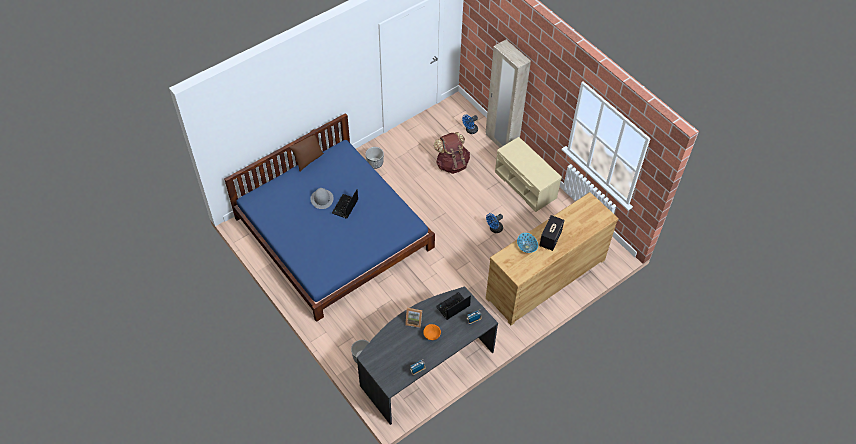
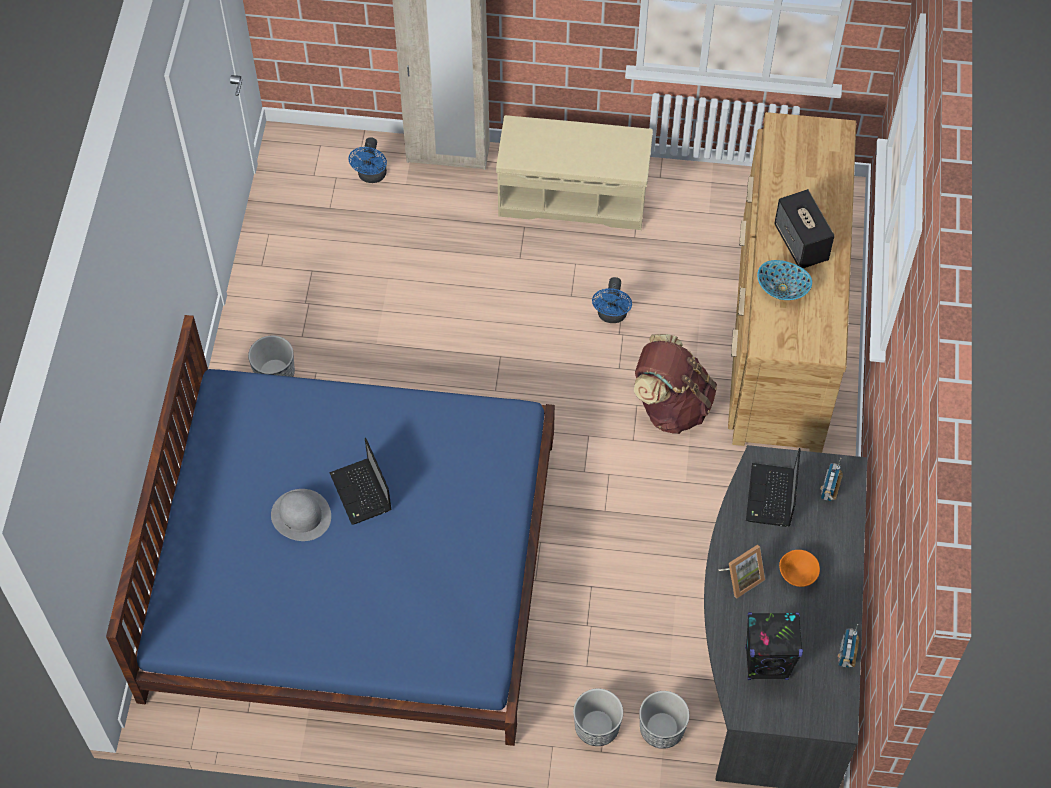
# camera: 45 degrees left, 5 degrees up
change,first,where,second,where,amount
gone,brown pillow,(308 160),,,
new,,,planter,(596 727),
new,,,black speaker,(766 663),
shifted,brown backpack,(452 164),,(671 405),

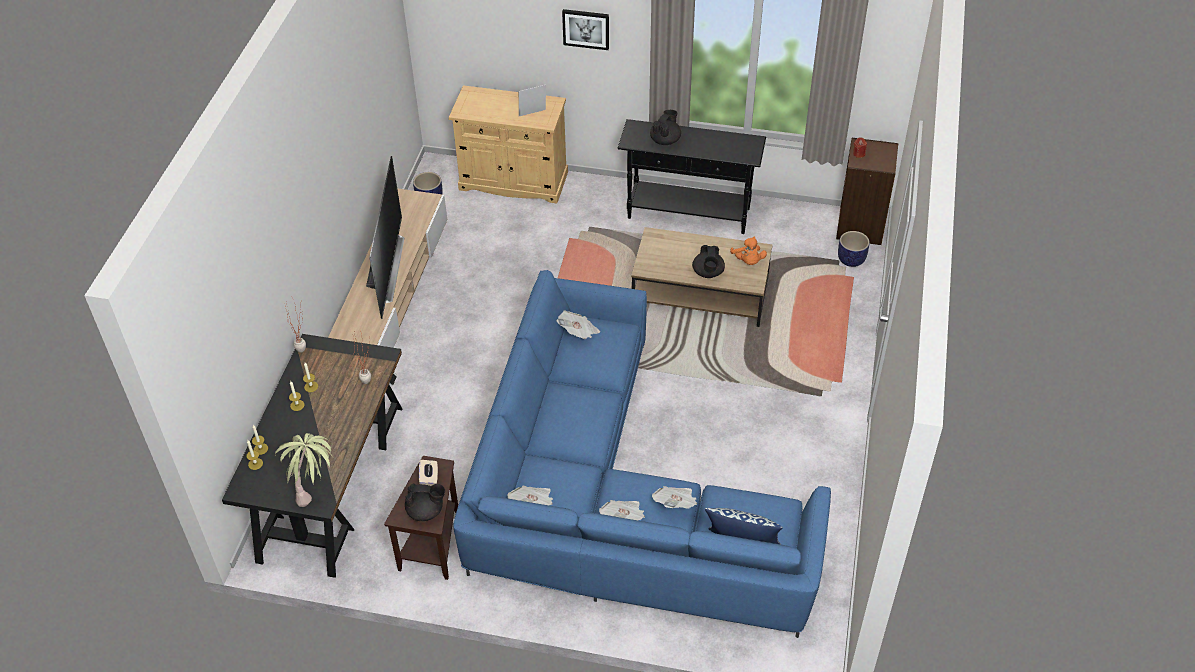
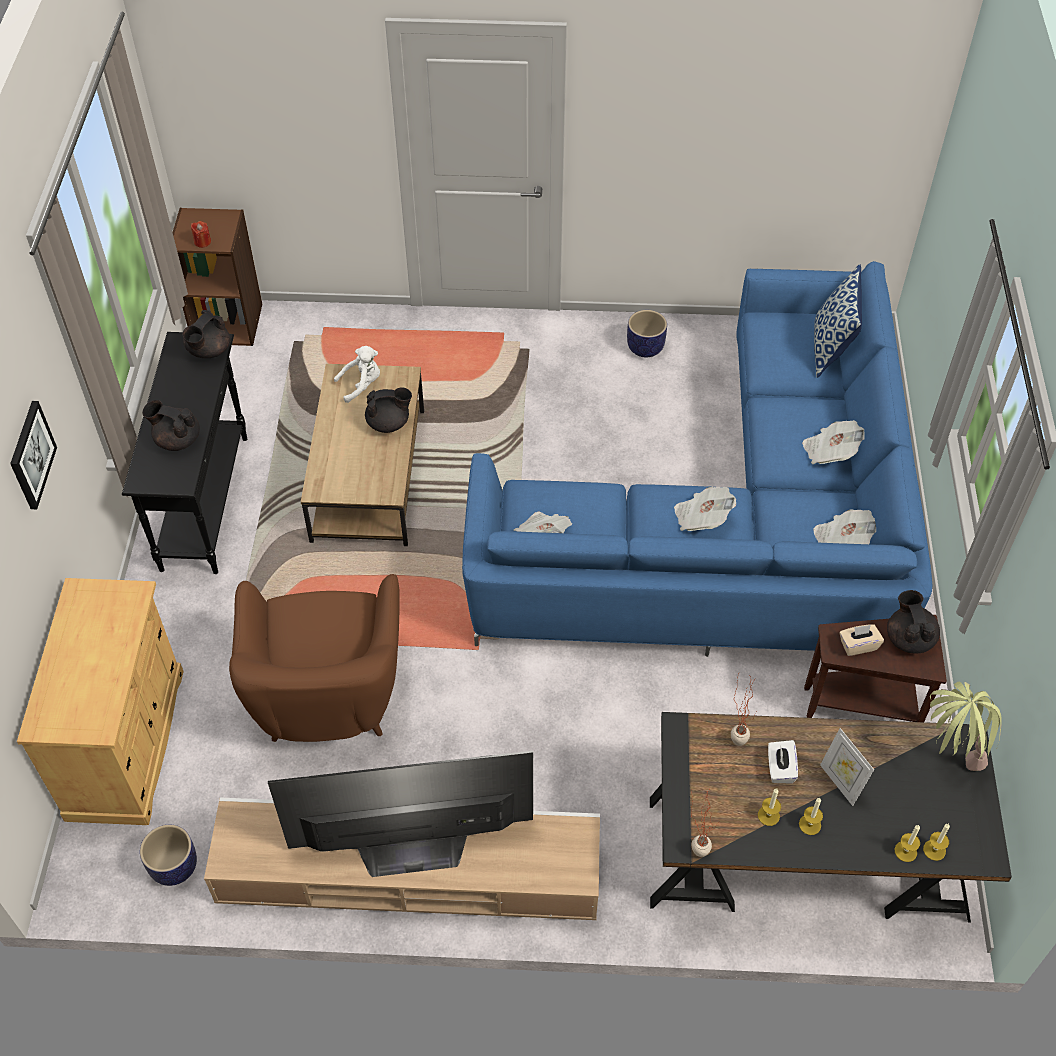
# camera: 100 degrees left, 5 degrees up
change,first,where,second,where,amount
new,,,black teapot,(208 351),
new,,,brown armchair,(328 697),
new,,,white tissue box,(780 768),
shifted,picture frame,(533 114),,(840 782),
shifted,newspaper,(675 504),,(702 518),
shifted,planter,(851 260),,(645 348),
repainted,orange plush toy,(748 261),white plush toy,(361 385),

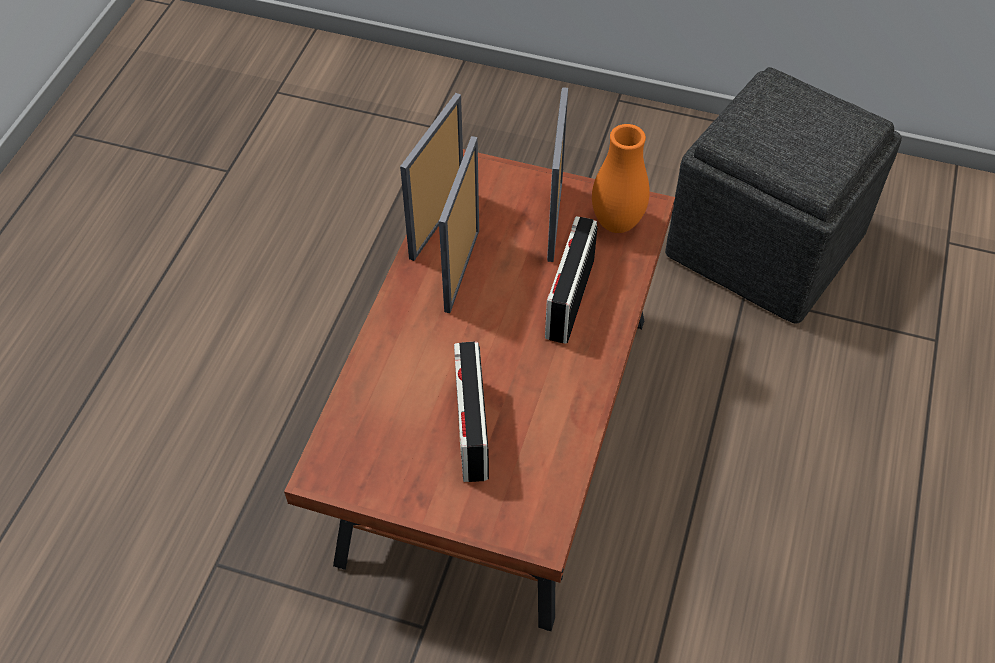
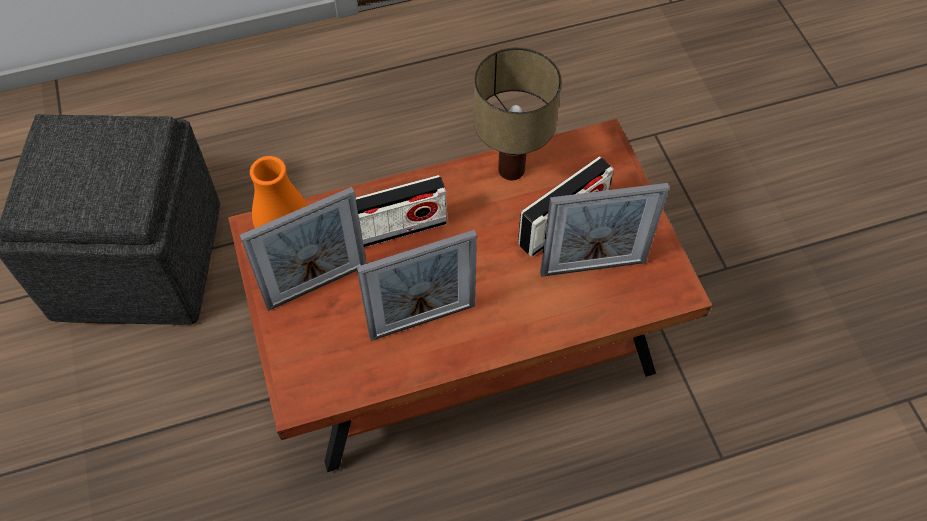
# camera: 125 degrees left, 5 degrees up
change,first,where,second,where,amount
new,,,table lamp,(511 171),
shifted,picture frame,(437 223),,(593 267),

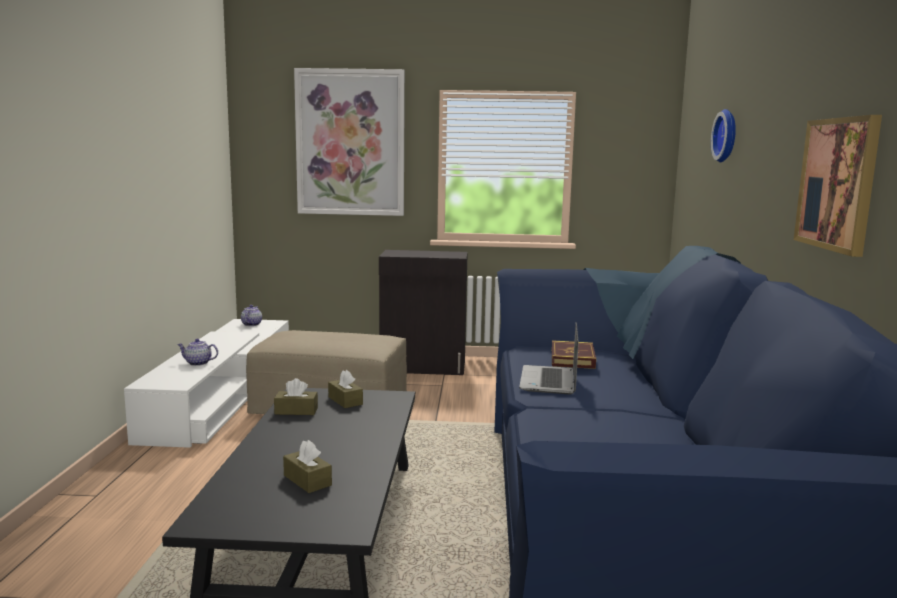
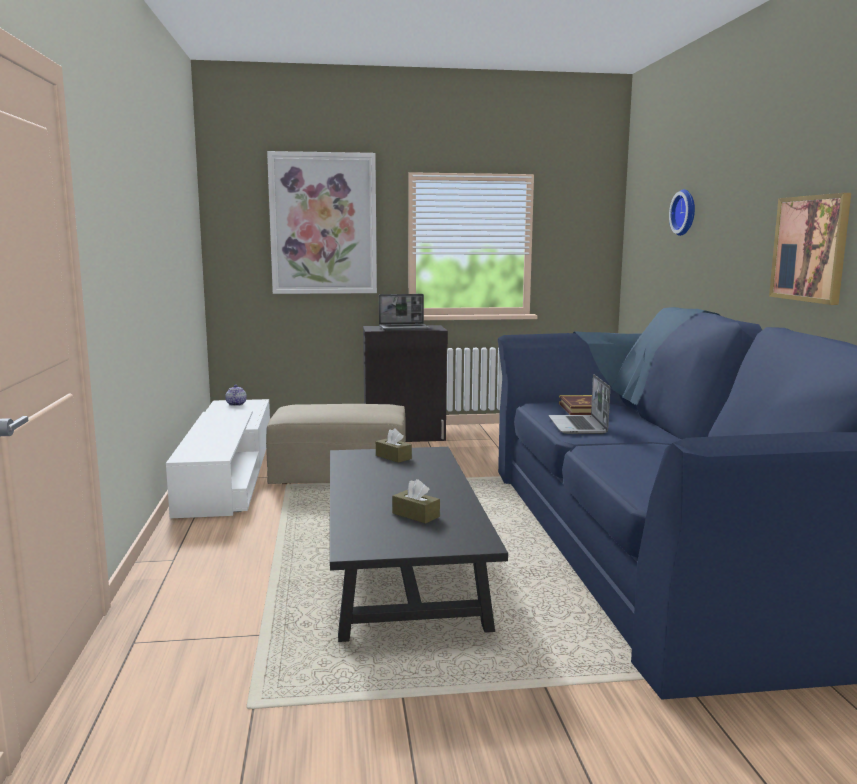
# camera: 10 degrees left, 0 degrees up
change,first,where,second,where,amount
gone,teapot,(197 363),,,
gone,brown tissue box,(296 411),,,
new,,,laptop,(404 328),

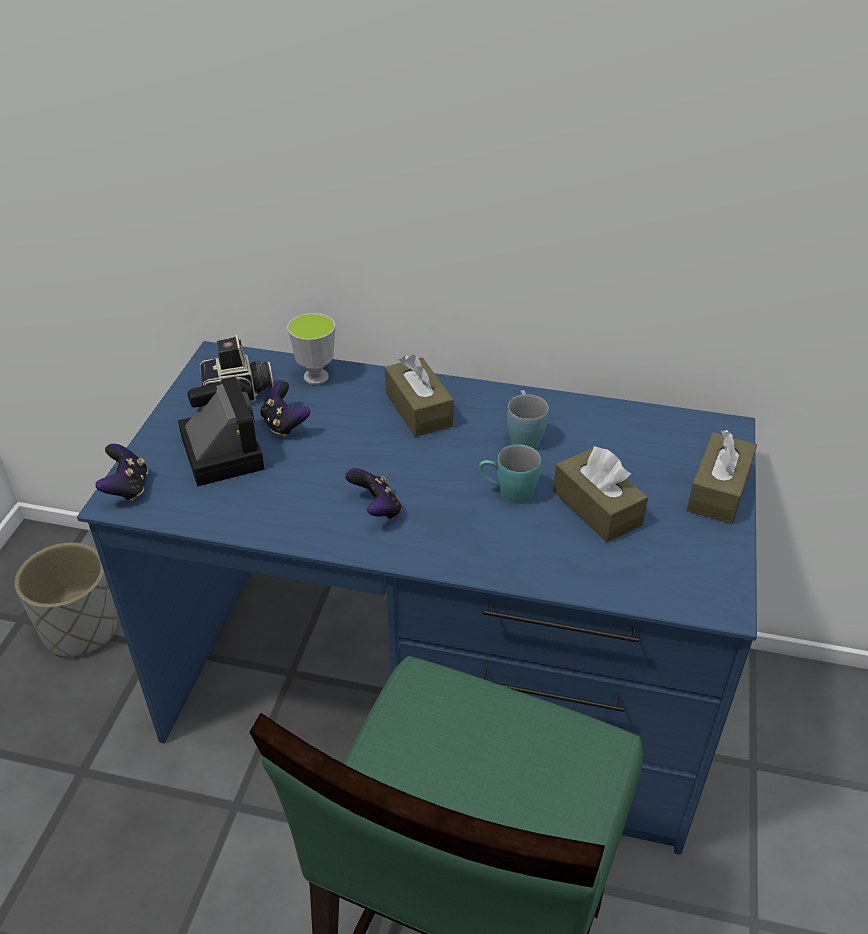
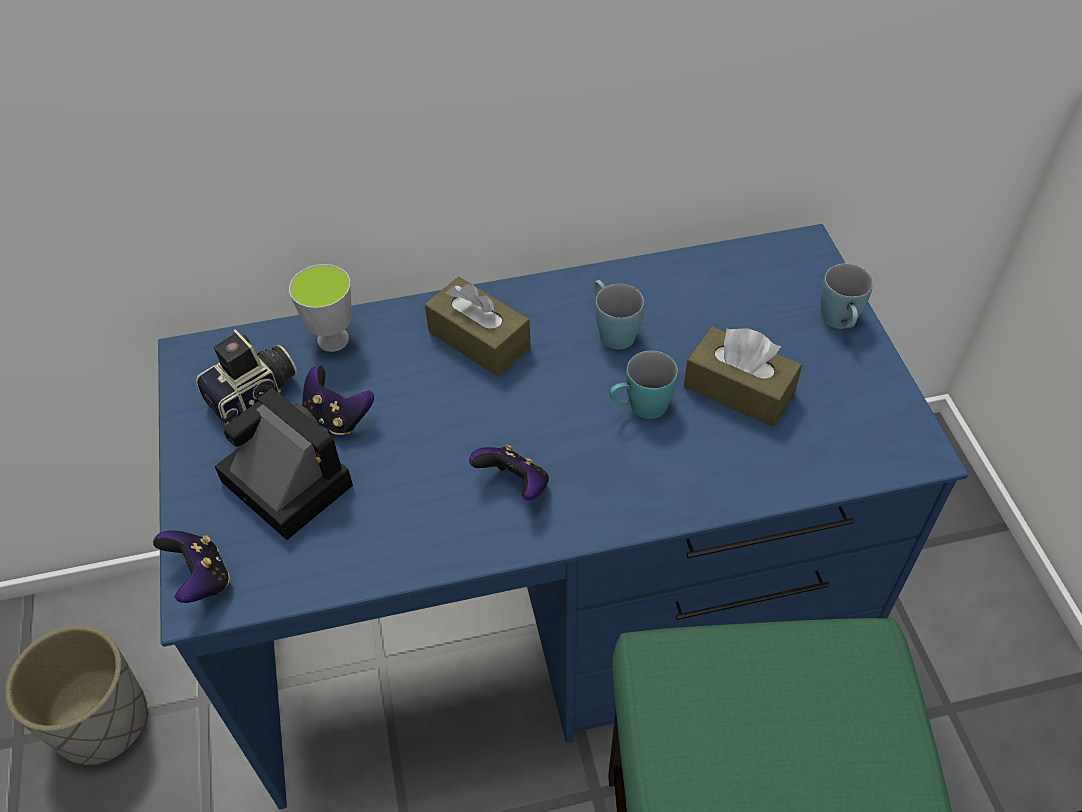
# camera: 25 degrees left, 10 degrees up
change,first,where,second,where,amount
swapped,brown tissue box,(718 491),blue mug,(840 323),

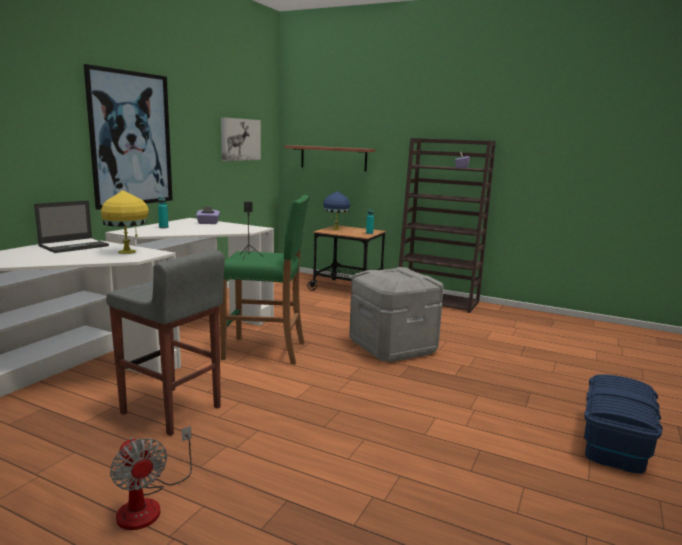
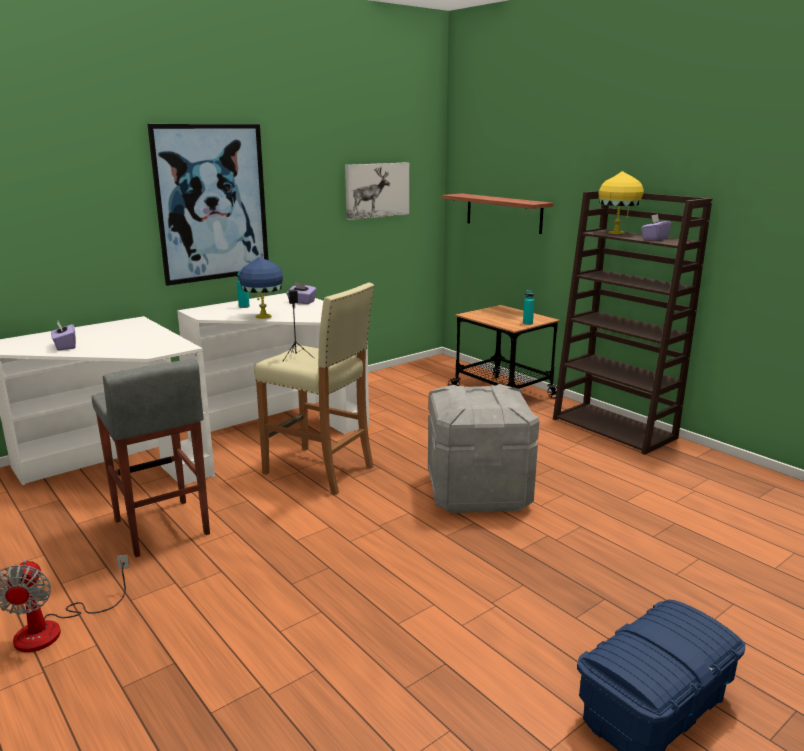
# camera: 25 degrees right, 5 degrees up
change,first,where,second,where,amount
gone,laptop,(74 246),,,
new,,,purple tissue box,(65 346),
shifted,yellow table lamp,(127 252),,(617 233),
shifted,blue table lamp,(336 228),,(264 316),
repainted,green stool,(265 351),beige stool,(319 470),

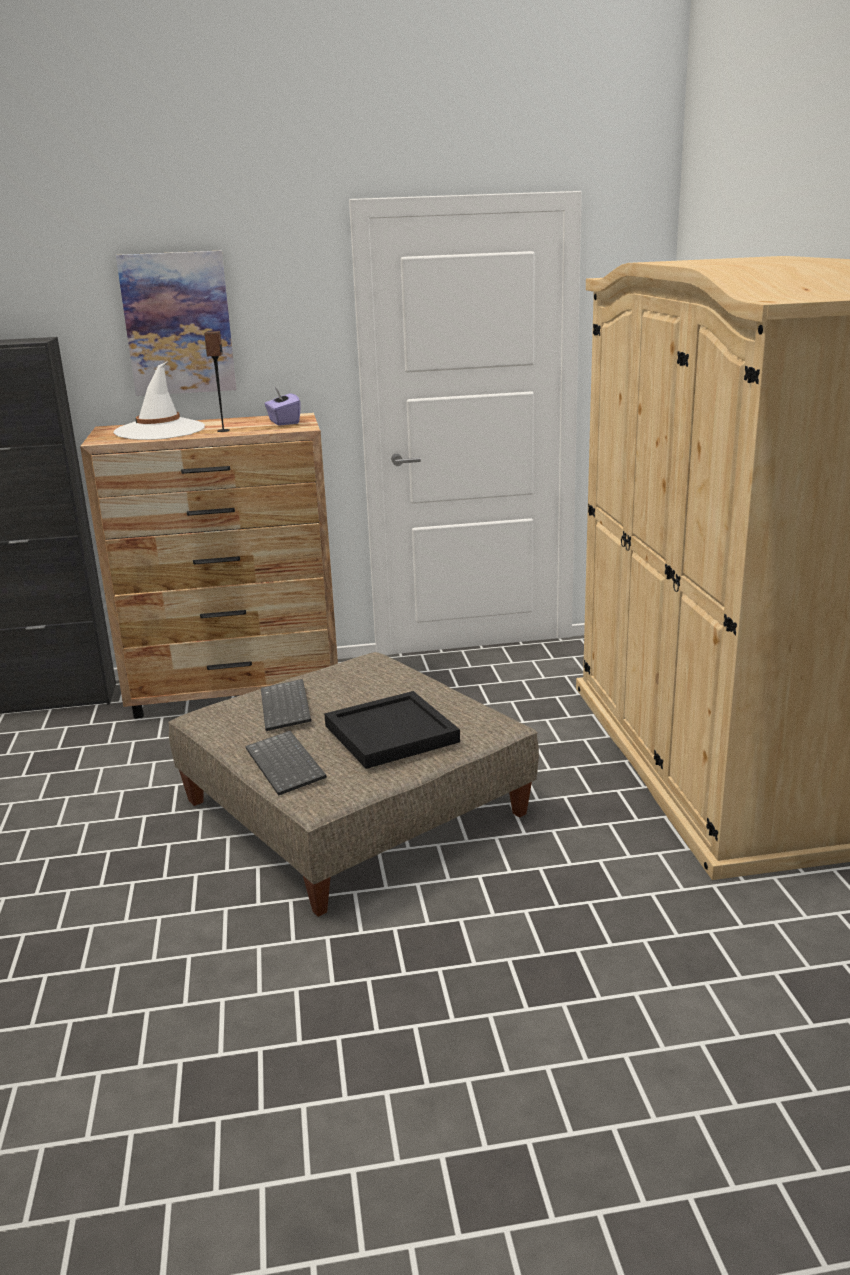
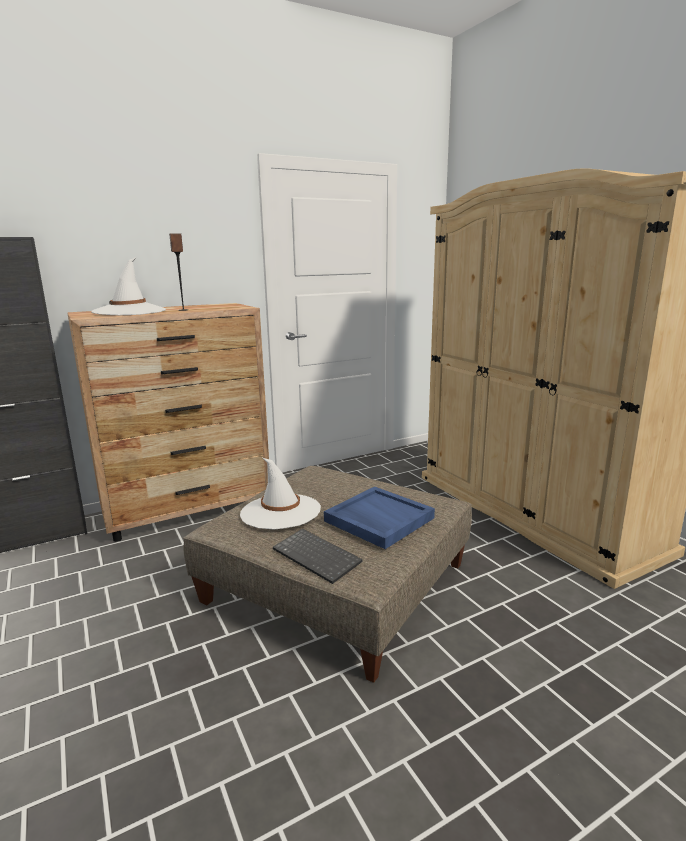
# camera: 20 degrees left, 5 degrees down
change,first,where,second,where,amount
gone,picture,(178 324),,,
gone,purple tissue box,(283 422),,,
swapped,keyboard,(287 707),white hat,(280 512),
repainted,black tray,(390 733),blue tray,(378 519),

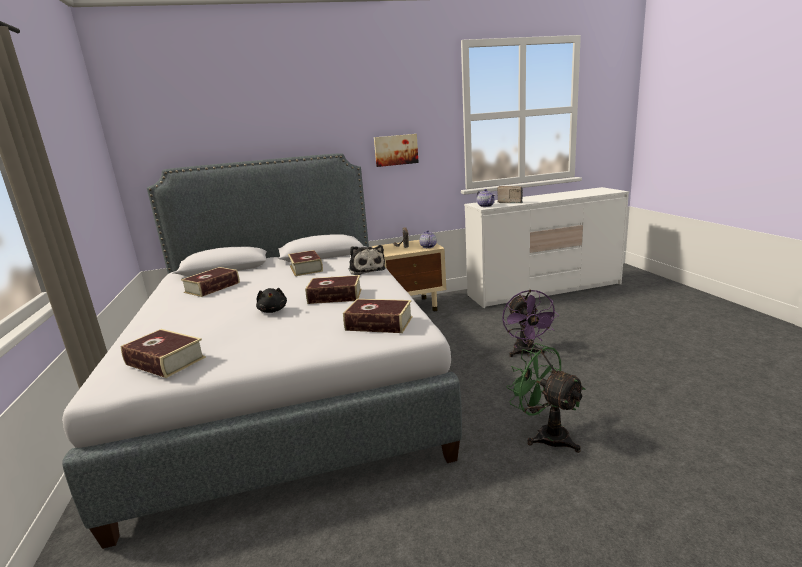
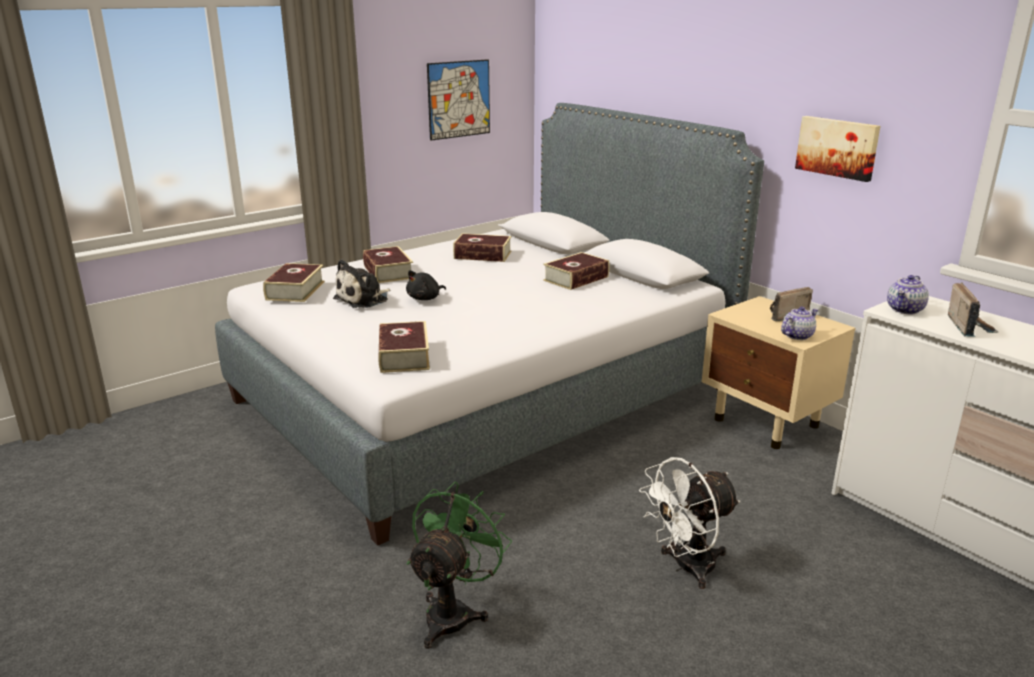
# camera: 65 degrees right, 5 degrees up
change,first,where,second,where,amount
new,,,picture,(459 99),
shifted,book,(335 296),,(388 272),
shifted,plush toy,(366 270),,(364 299),
repainted,purple fan,(526 353),white fan,(686 567),

